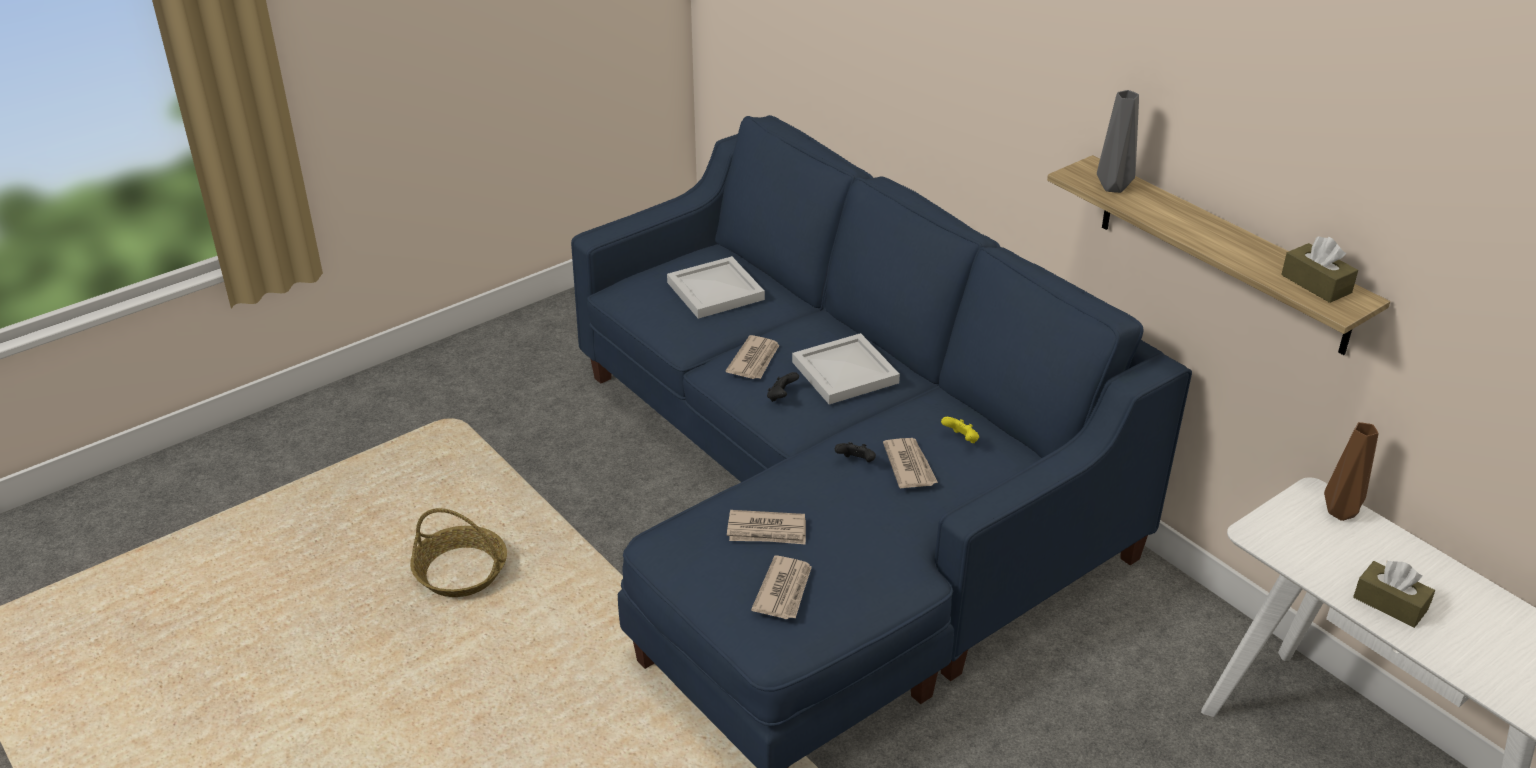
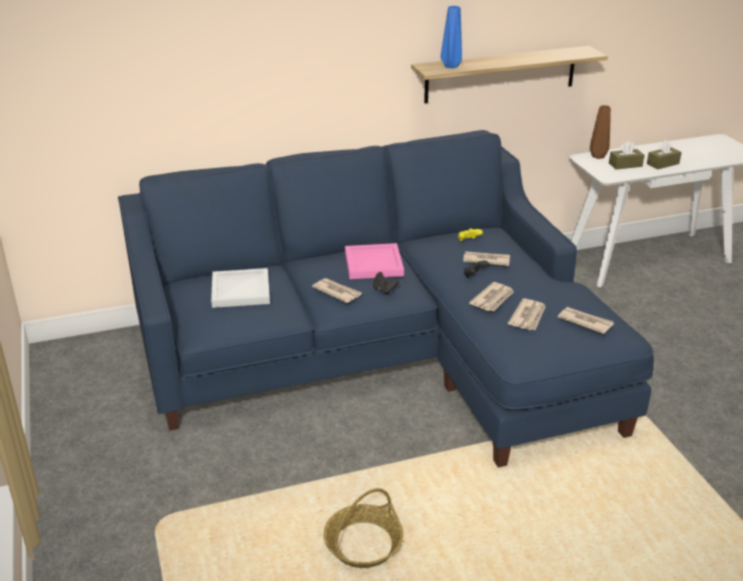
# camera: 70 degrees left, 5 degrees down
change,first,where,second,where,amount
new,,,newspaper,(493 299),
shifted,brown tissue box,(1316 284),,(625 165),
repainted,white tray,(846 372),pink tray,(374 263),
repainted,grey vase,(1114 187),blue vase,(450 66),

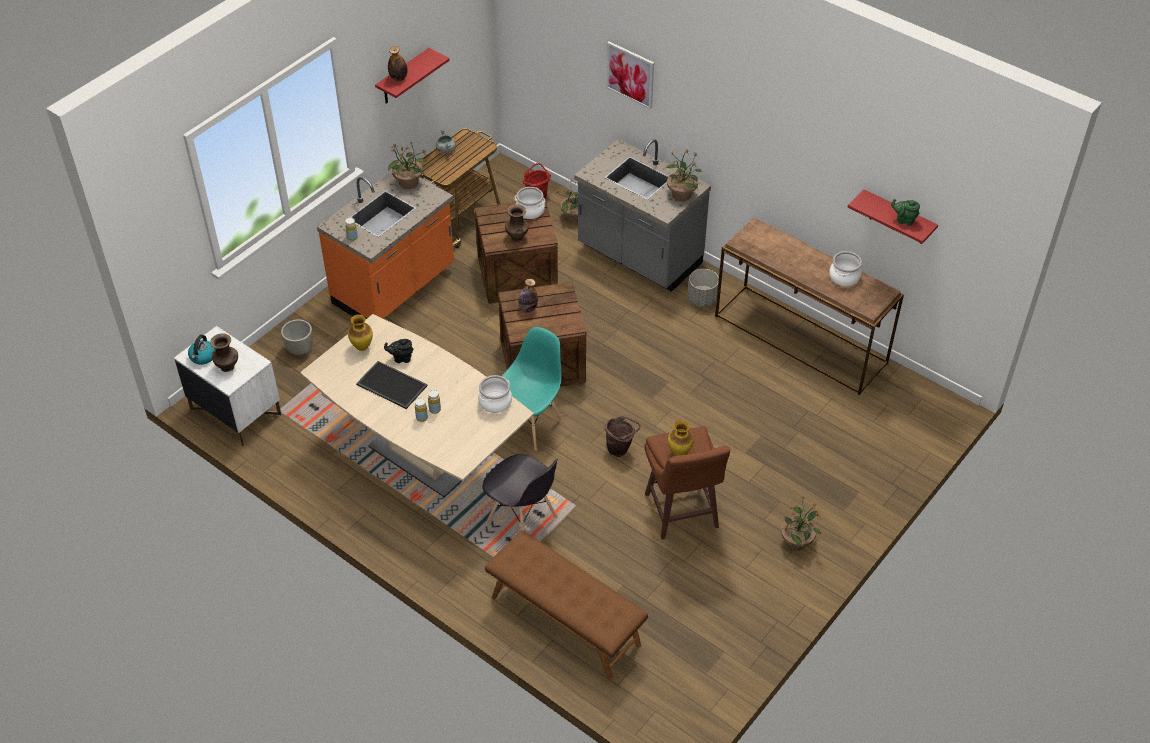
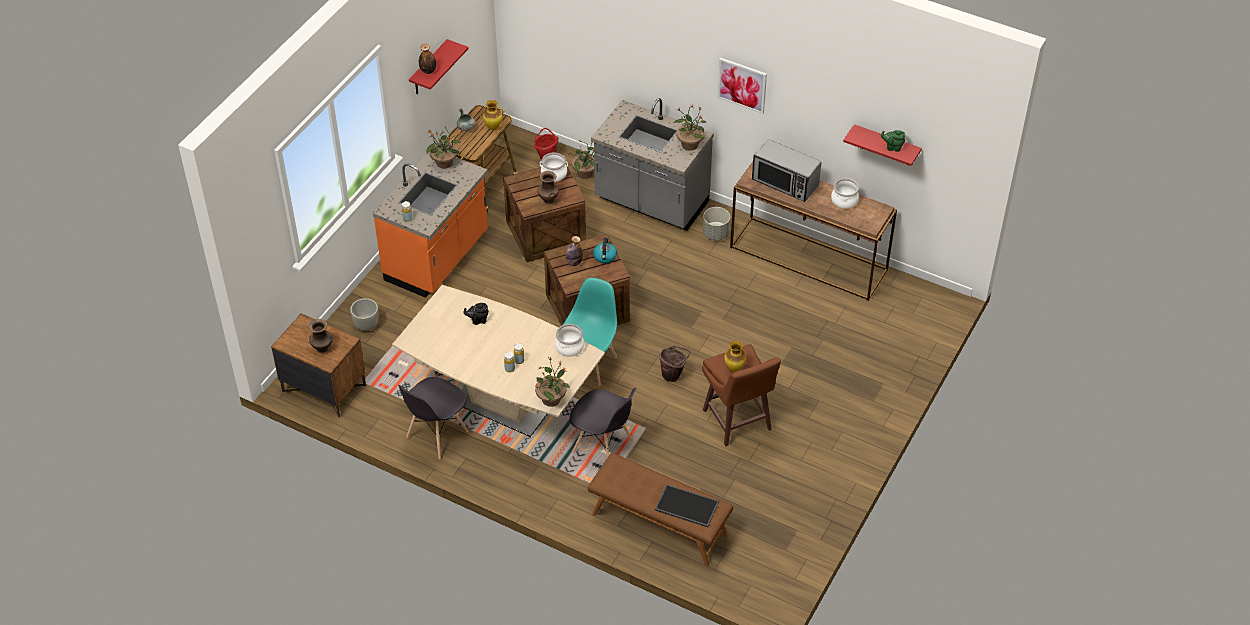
# camera: 10 degrees left, 0 degrees up
change,first,where,second,where,amount
new,,,grey chair,(436 435),
new,,,microwave,(785 183),
shifted,kettle,(203 357),,(605 257),
shifted,vase,(362 347),,(493 128),
shifted,tray,(390 385),,(686 506),
shifted,picture,(630 74),,(742 85),
shifted,potted plant,(797 542),,(551 399),
repainted,white nightstand,(235 412),brown nightstand,(323 388),

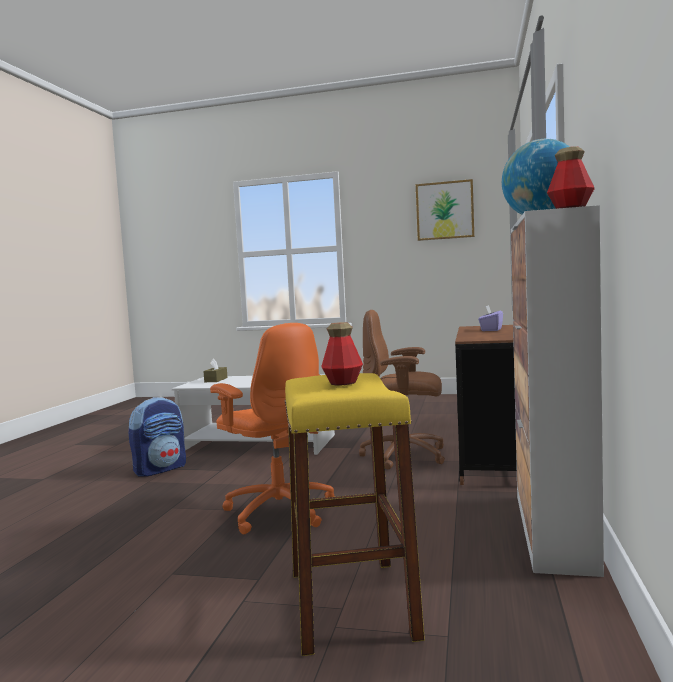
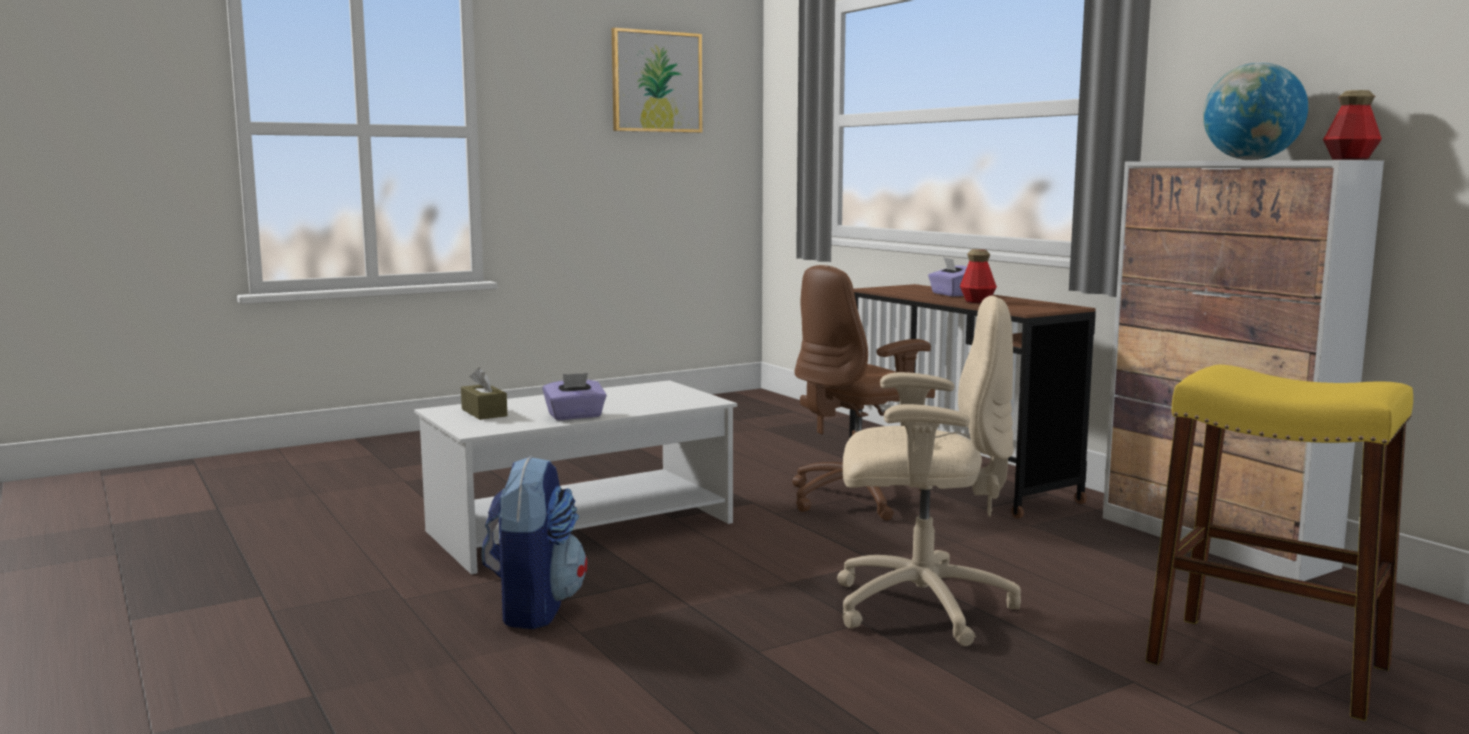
# camera: 45 degrees left, 5 degrees up
change,first,where,second,where,amount
new,,,purple tissue box,(575 416),
shifted,bottle,(343 383),,(977 302),
repainted,orange office chair,(279 511),beige office chair,(919 606),

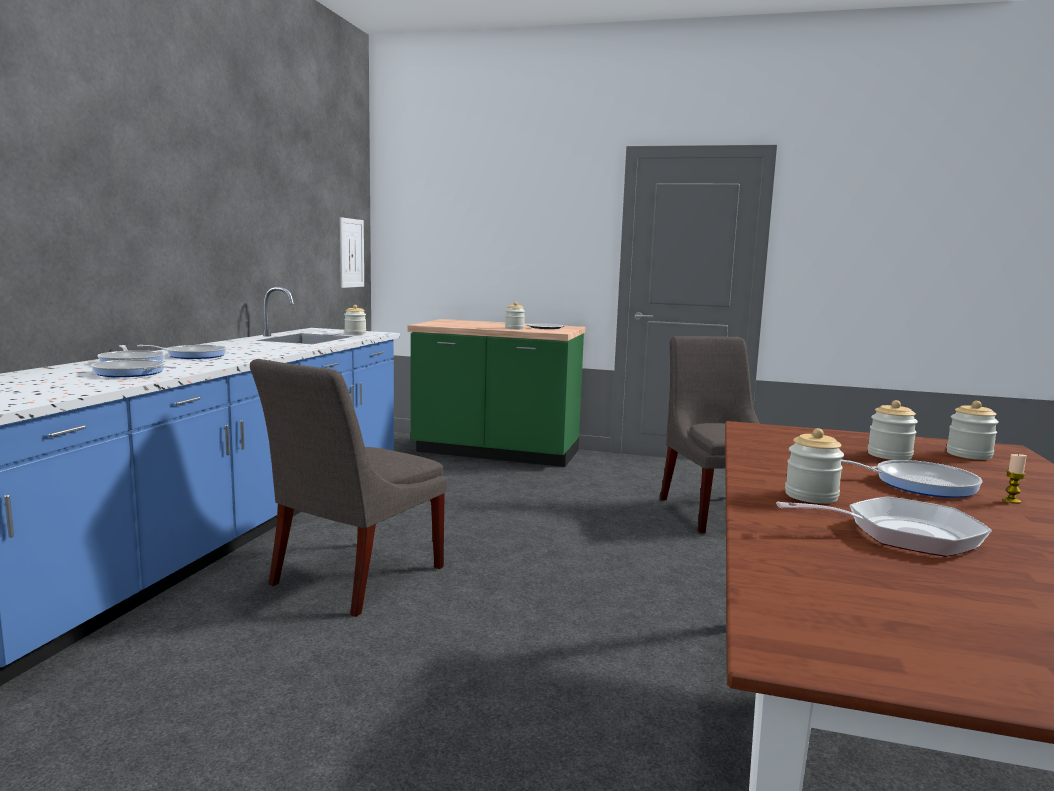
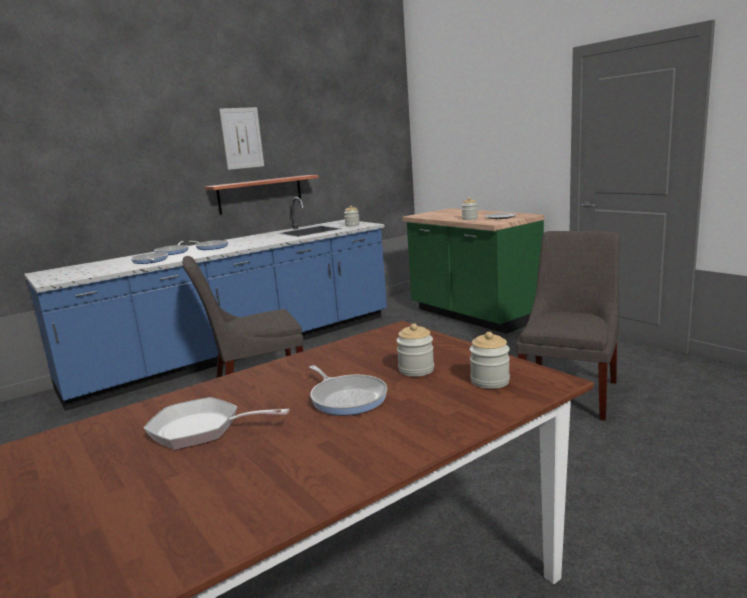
# camera: 40 degrees right, 5 degrees up
change,first,where,second,where,amount
gone,jar,(811 496),,,
gone,candle,(1011 501),,,
new,,,shelf,(260 194),
shifted,picture,(351 253),,(242 138),
rotated,frying pan,(902 535),,(202 429),150 degrees clockwise

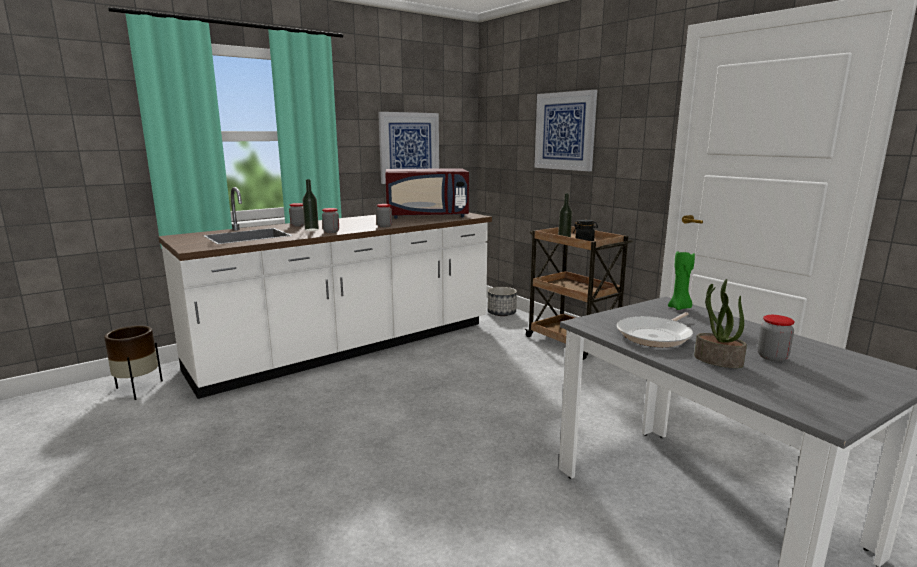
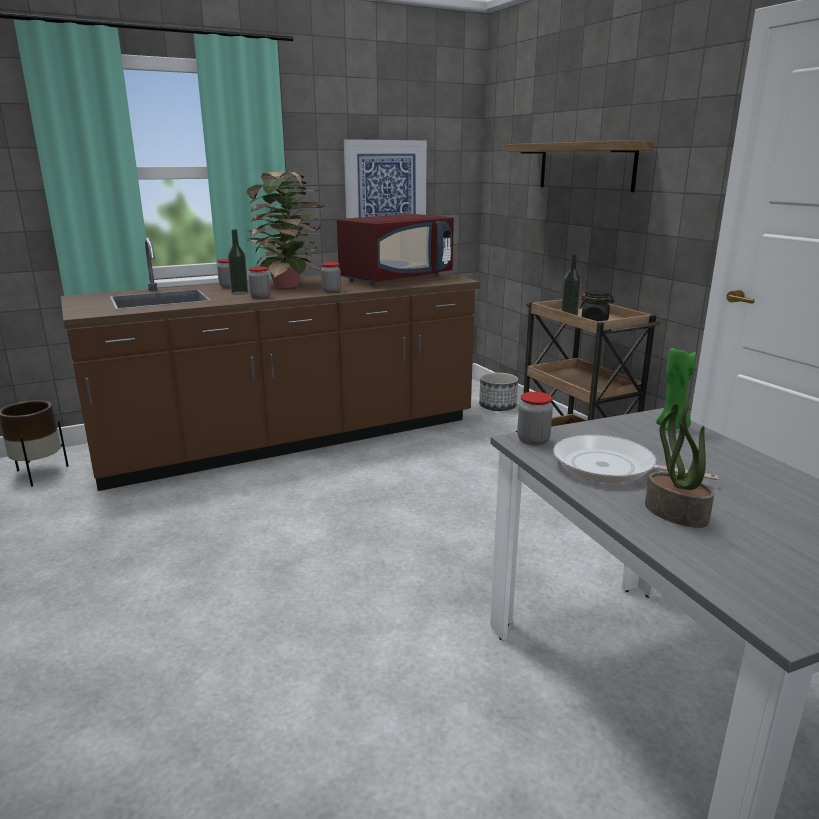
# camera: 10 degrees right, 5 degrees up
change,first,where,second,where,amount
new,,,potted plant,(289 285),
shifted,jar,(772 357),,(533 440),
swapped,picture,(564 131),shelf,(586 166),
repainted,white counter,(349 347),brown counter,(292 439),
rotated,red microwave,(427 216),,(396 278),45 degrees counterclockwise
rotated,frying pan,(656 335),,(610 467),60 degrees clockwise

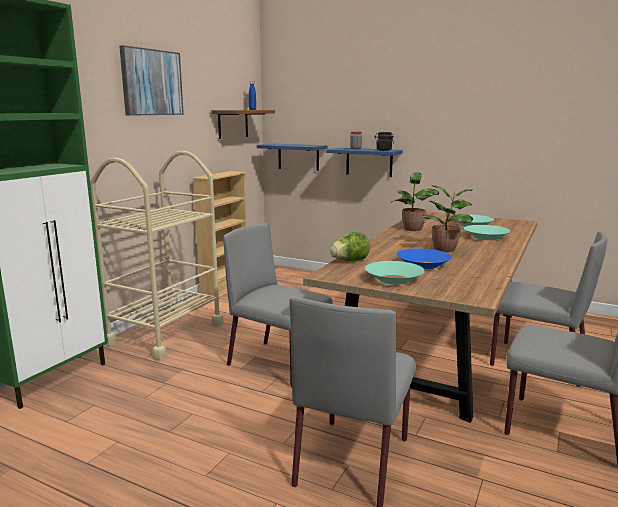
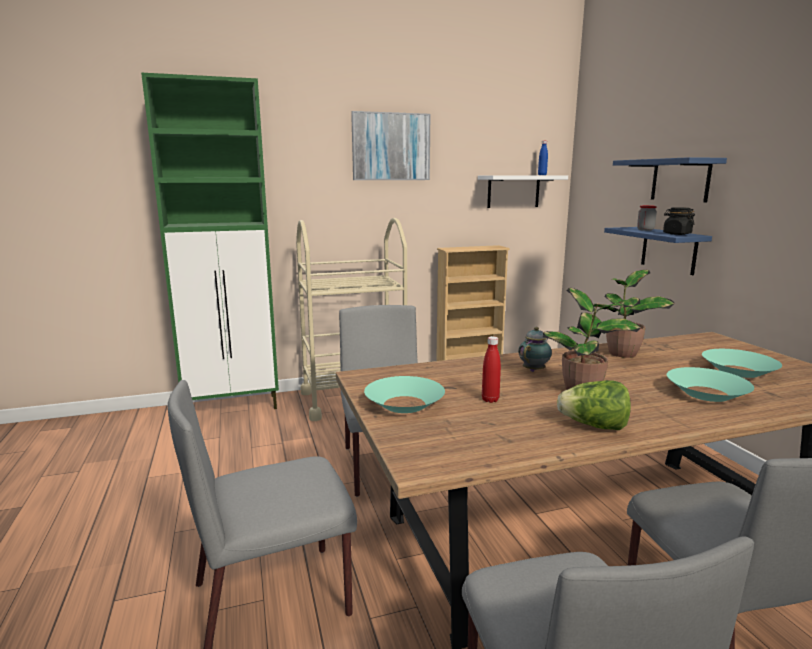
# camera: 45 degrees right, 0 degrees up
change,first,where,second,where,amount
new,,,teapot,(534 370),
shifted,blue shelf,(298 157),,(680 180),
shifted,lettuce,(349 261),,(594 426),
swapped,blue bowl,(423 265),red bottle,(490 400),
repainted,brown shelf,(233 124),white shelf,(513 191),

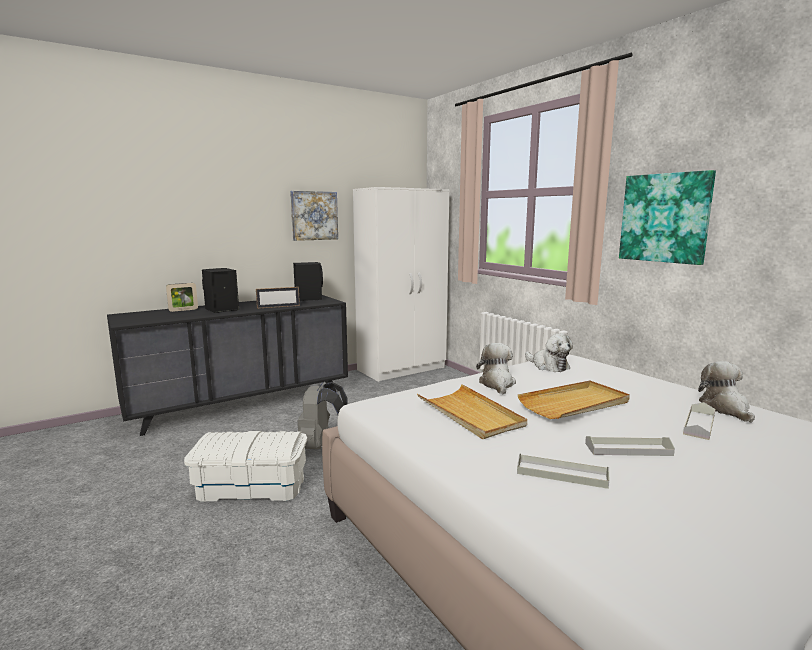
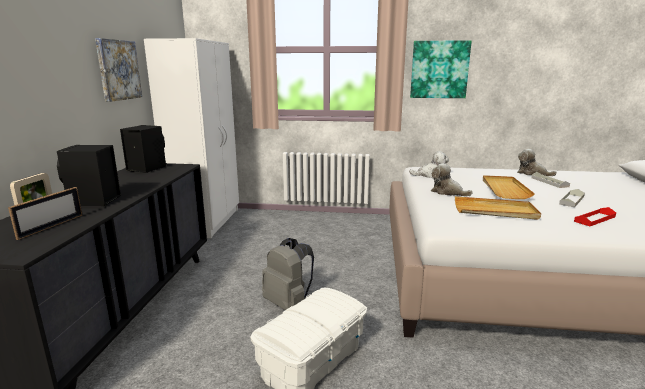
# camera: 50 degrees left, 5 degrees up
change,first,where,second,where,amount
shifted,picture frame,(278 307),,(51 226),
repainted,grey tray,(561 474),red tray,(594 219),

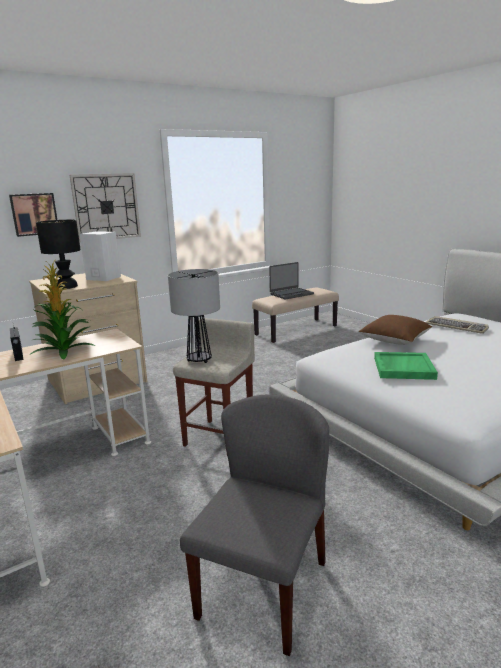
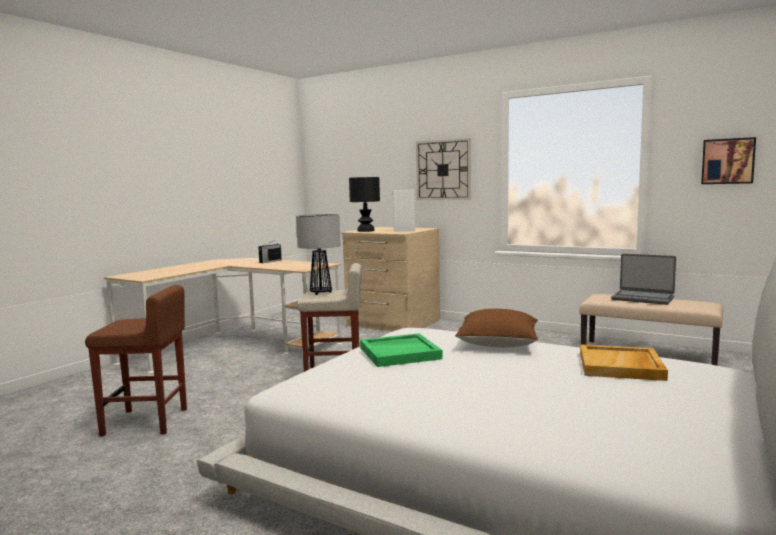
# camera: 65 degrees right, 10 degrees down
change,first,where,second,where,amount
gone,potted plant,(64 350),,,
shifted,picture,(34 214),,(728 161),
swapped,grey chair,(263 587),brown stool,(146 422),
swapped,keyboard,(457 327),beige tray,(621 366),

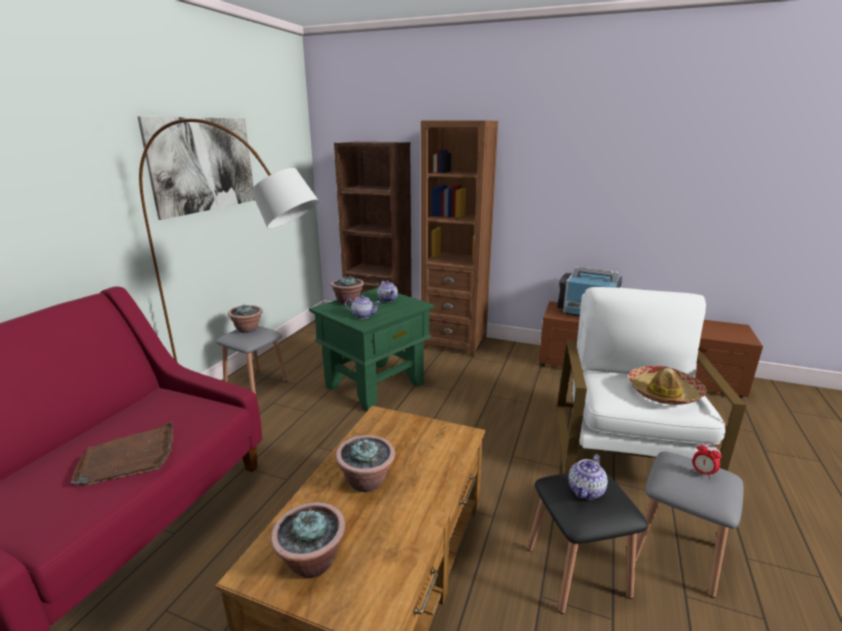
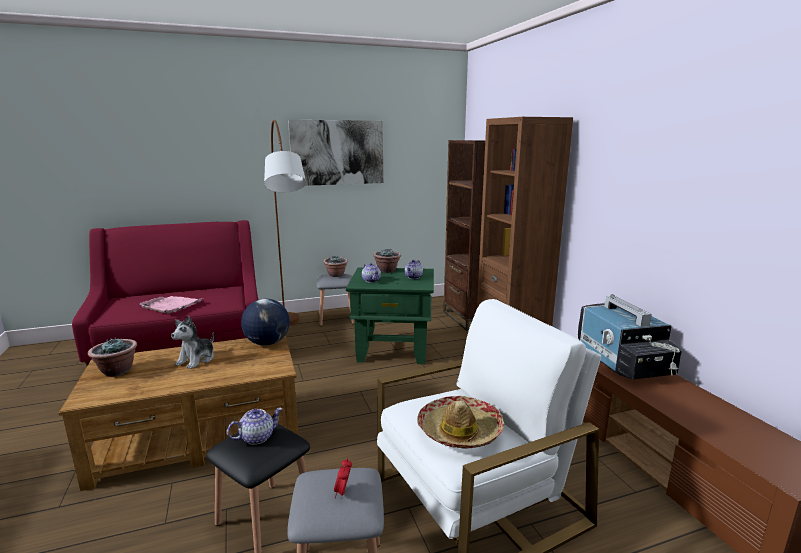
# camera: 50 degrees right, 5 degrees down
change,first,where,second,where,amount
new,,,globe,(267 343),
swapped,potted plant,(367 481),plush toy,(196 360),
repainted,brown tray,(129 457),pink tray,(171 305),
rotated,teapot,(586 491),,(257 437),150 degrees clockwise

